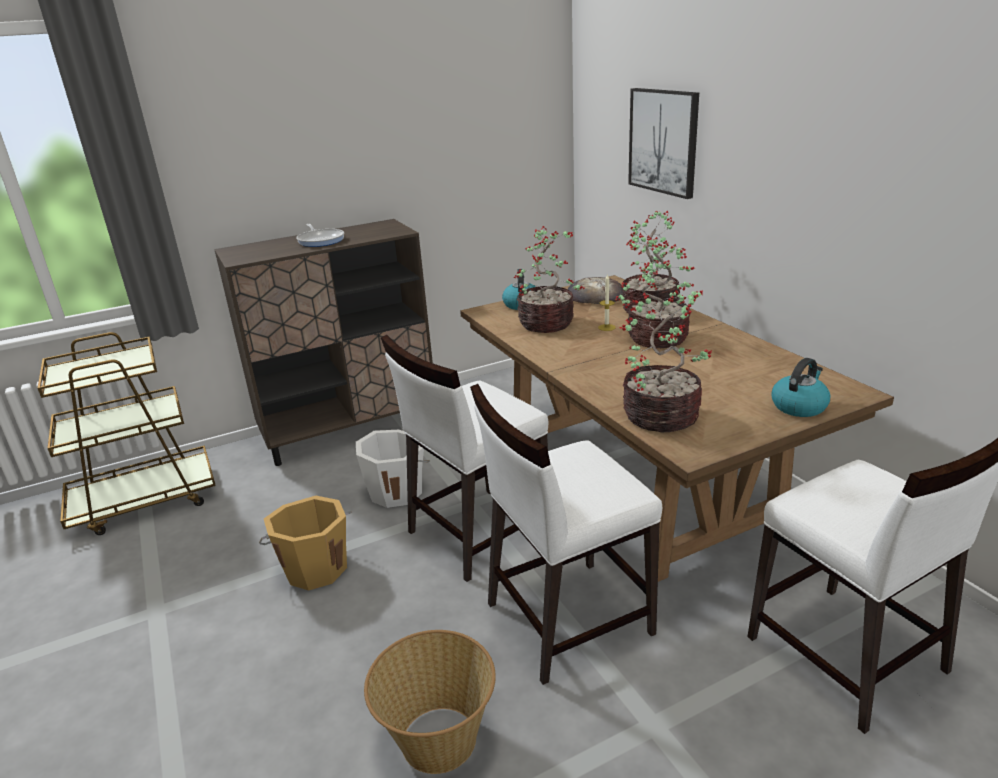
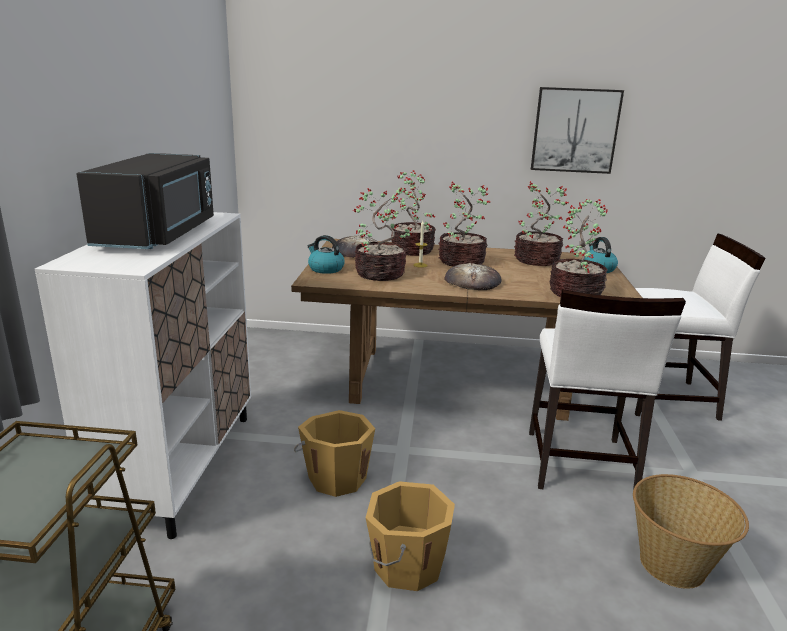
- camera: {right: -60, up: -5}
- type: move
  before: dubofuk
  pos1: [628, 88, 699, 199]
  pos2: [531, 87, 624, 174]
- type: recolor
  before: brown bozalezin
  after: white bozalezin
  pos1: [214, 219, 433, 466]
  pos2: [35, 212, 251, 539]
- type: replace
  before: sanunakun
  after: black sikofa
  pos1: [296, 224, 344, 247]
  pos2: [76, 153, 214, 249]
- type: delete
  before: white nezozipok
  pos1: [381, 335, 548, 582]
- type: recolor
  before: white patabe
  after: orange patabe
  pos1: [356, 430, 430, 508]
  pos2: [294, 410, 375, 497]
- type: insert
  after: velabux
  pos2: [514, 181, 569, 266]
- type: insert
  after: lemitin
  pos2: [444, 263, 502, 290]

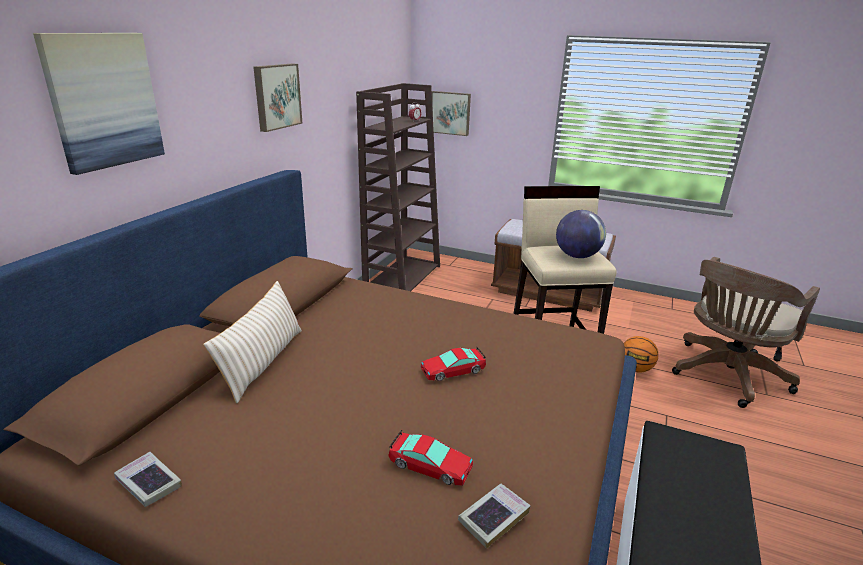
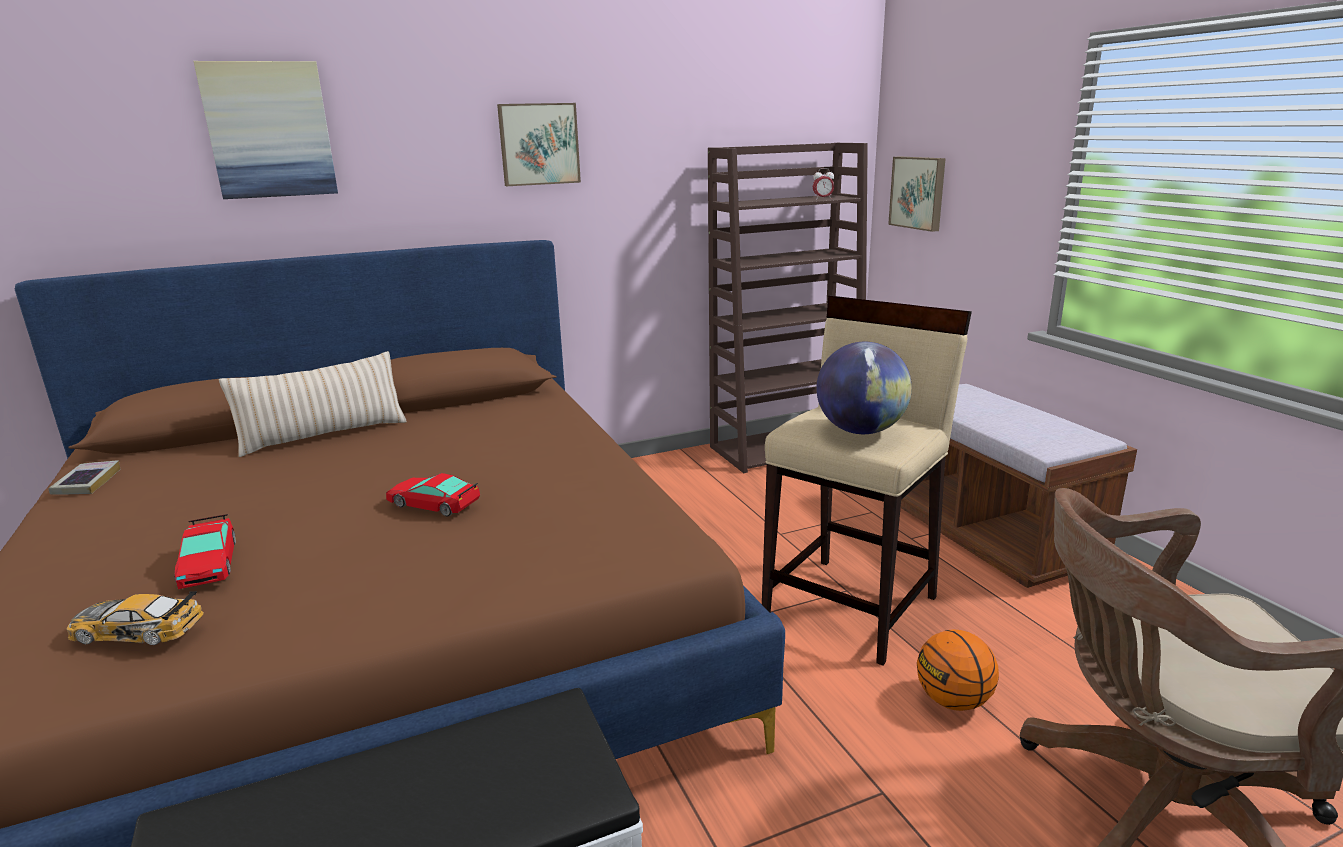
- camera: {right: 45, up: -5}
- type: replace
  before: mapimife
  after: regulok
  pos1: [458, 483, 531, 549]
  pos2: [67, 591, 204, 645]

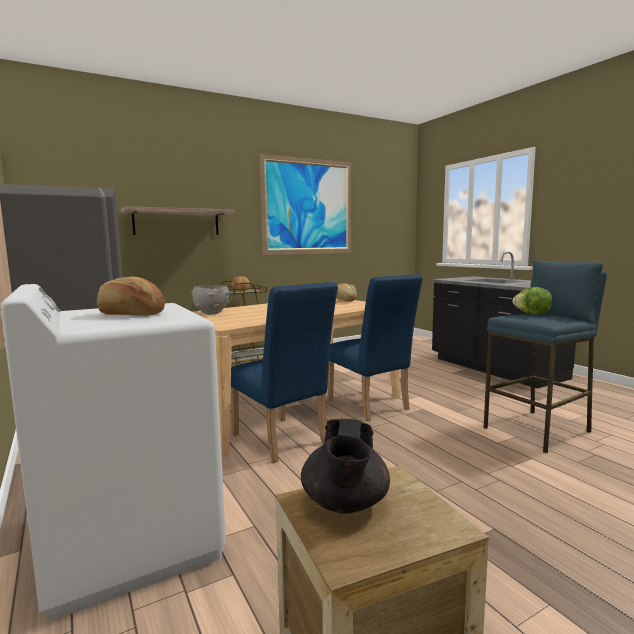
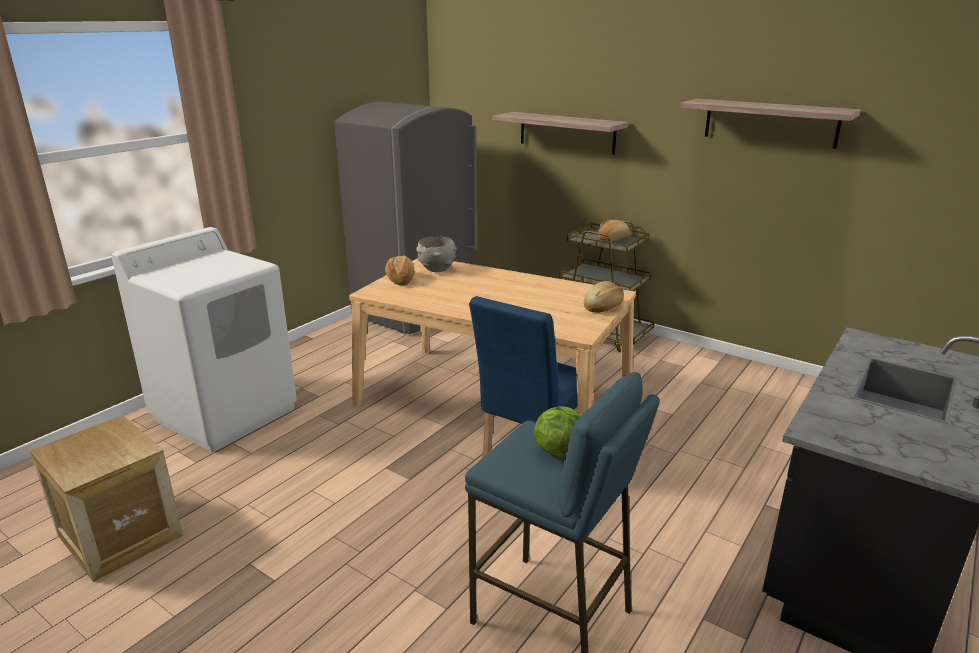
- camera: {right: 65, up: 15}
- type: replace
  before: dubofuk
  after: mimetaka
  pos1: [259, 154, 351, 255]
  pos2: [680, 99, 861, 149]
- type: move
  before: lemitin
  pos1: [97, 277, 165, 316]
  pos2: [385, 256, 415, 285]
- type: delete
  before: blue nezozipok
  pos1: [231, 282, 338, 463]
- type: delete
  before: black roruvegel
  pos1: [301, 419, 390, 514]

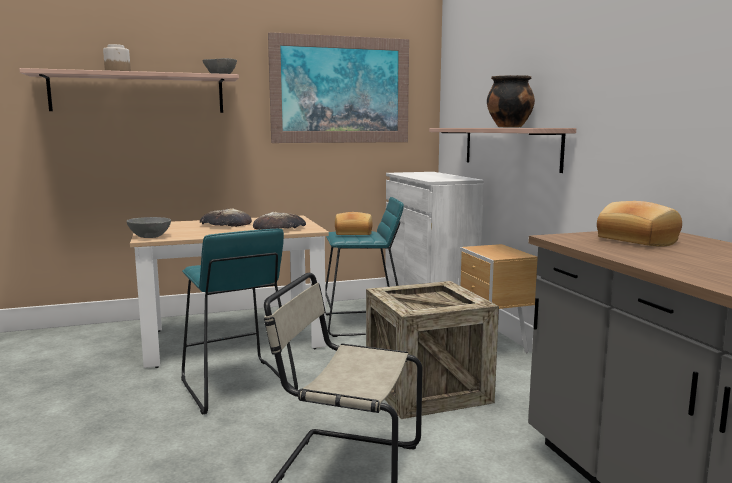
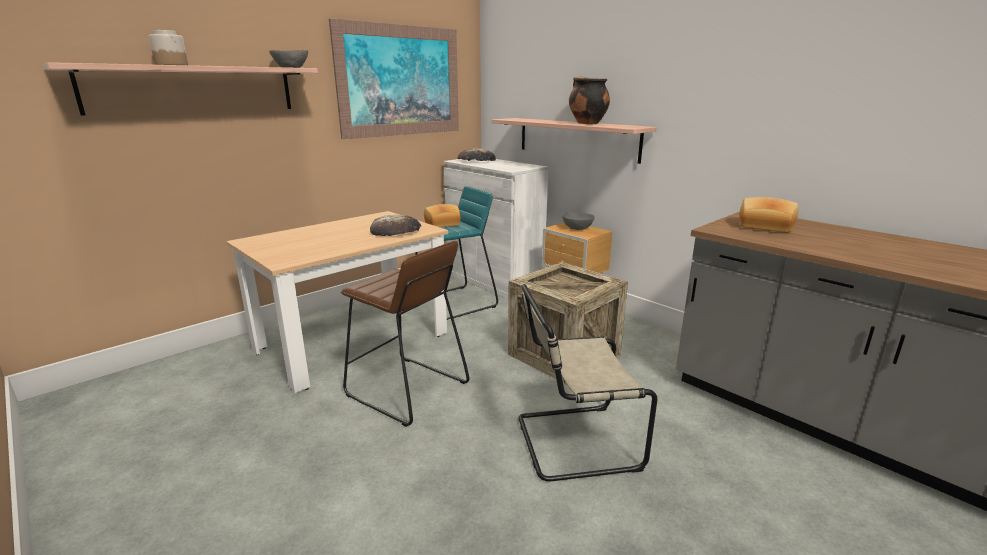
- camera: {right: -25, up: 10}
- type: move
  before: lemitin
  pos1: [200, 208, 252, 227]
  pos2: [457, 148, 496, 161]
- type: move
  before: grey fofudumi
  pos1: [127, 217, 171, 238]
  pos2: [562, 212, 595, 230]
- type: recolor
  before: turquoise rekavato
  after: brown rekavato
  pos1: [181, 228, 298, 415]
  pos2: [341, 241, 469, 427]

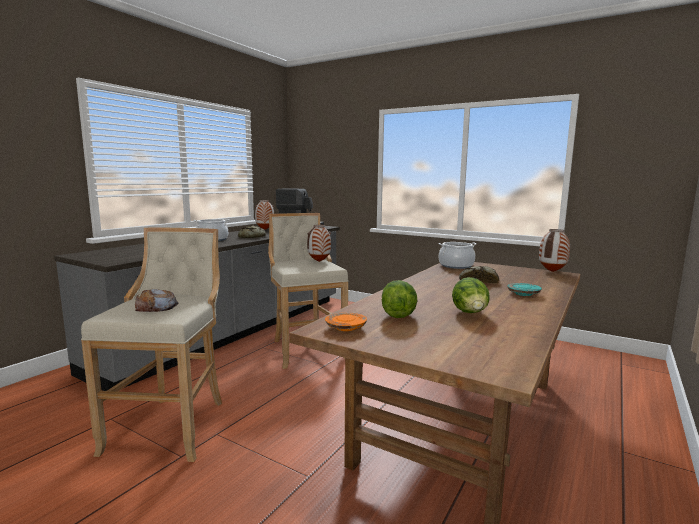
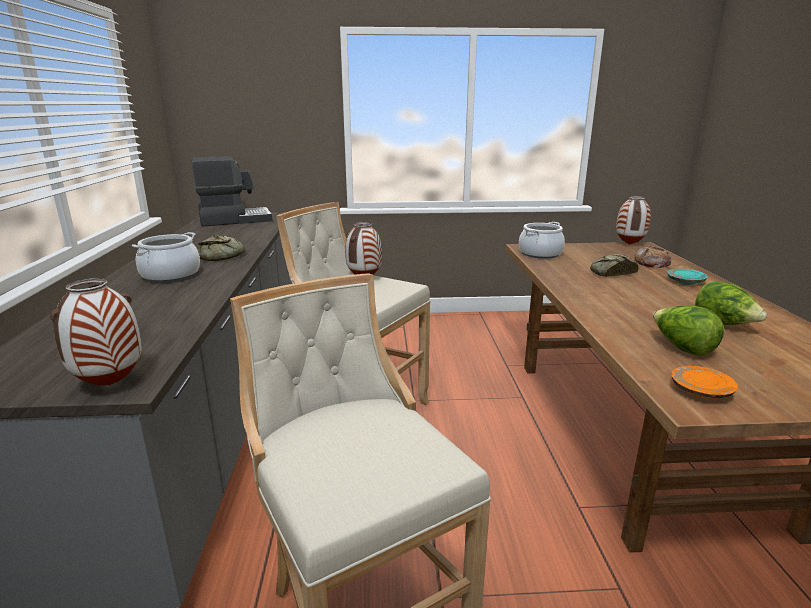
- camera: {right: -35, up: 10}
- type: move
  before: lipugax
  pos1: [255, 200, 274, 230]
  pos2: [50, 278, 141, 385]
- type: move
  before: lemitin
  pos1: [135, 289, 179, 312]
  pos2: [634, 246, 671, 268]

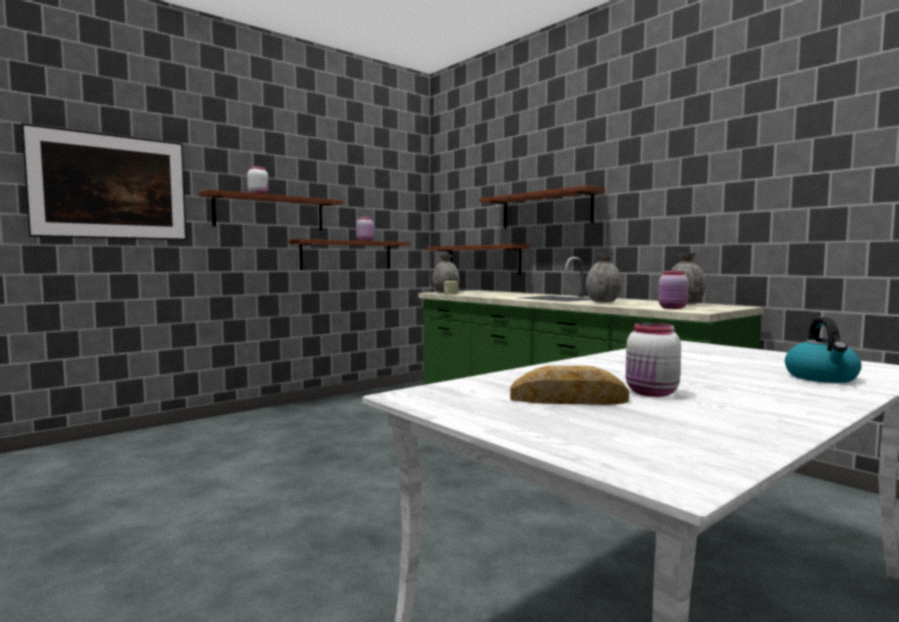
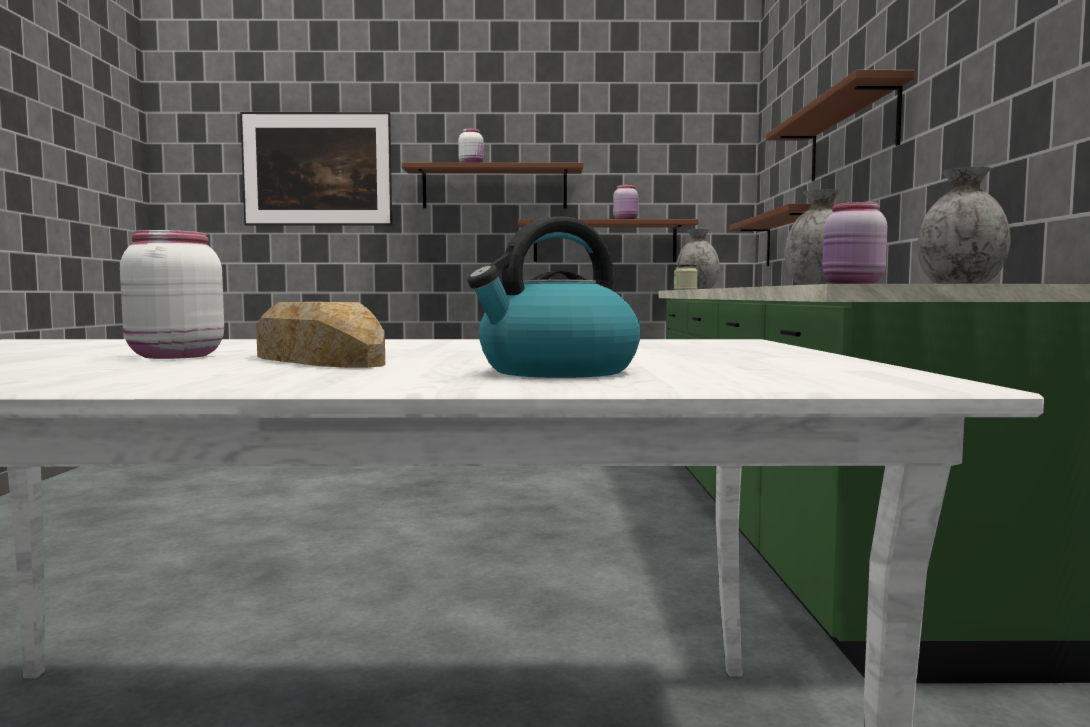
- camera: {right: 40, up: 0}
- type: move
  before: lemitin
  pos1: [510, 365, 629, 405]
  pos2: [256, 302, 385, 368]

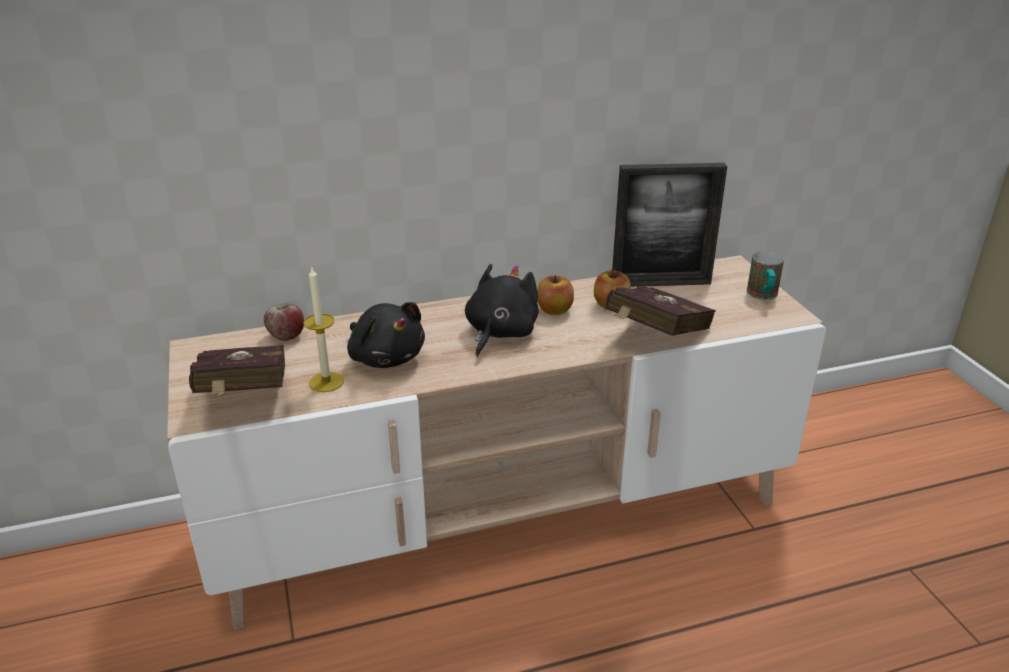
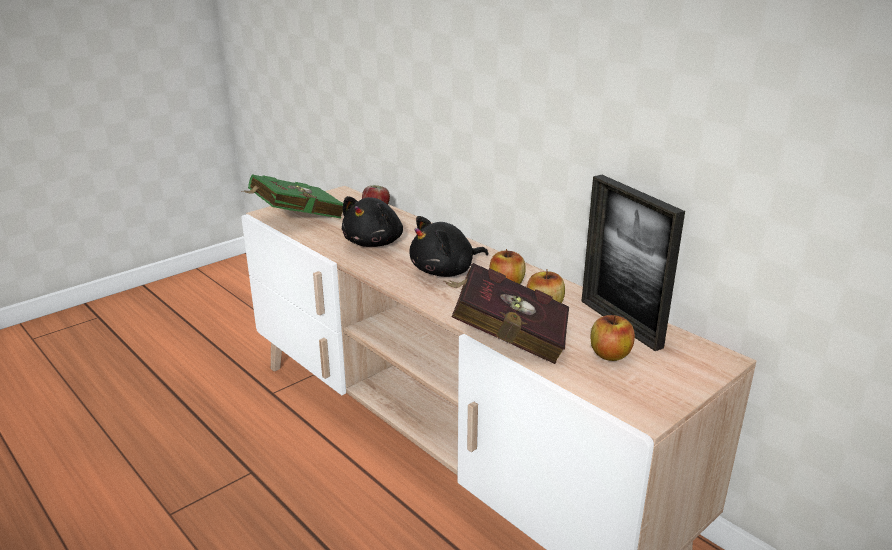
- camera: {right: 65, up: -5}
- type: delete
  before: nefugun
  pos1: [747, 251, 784, 300]
- type: rotate
  before: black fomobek
  pos1: [465, 264, 539, 357]
  pos2: [409, 216, 488, 277]
  turn: 150
- type: delete
  before: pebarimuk
  pos1: [303, 268, 344, 392]
- type: recolor
  before: red mapimife
  after: green mapimife
  pos1: [189, 345, 285, 396]
  pos2: [242, 175, 343, 218]
- type: insert
  after: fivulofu
  pos2: [591, 315, 635, 361]

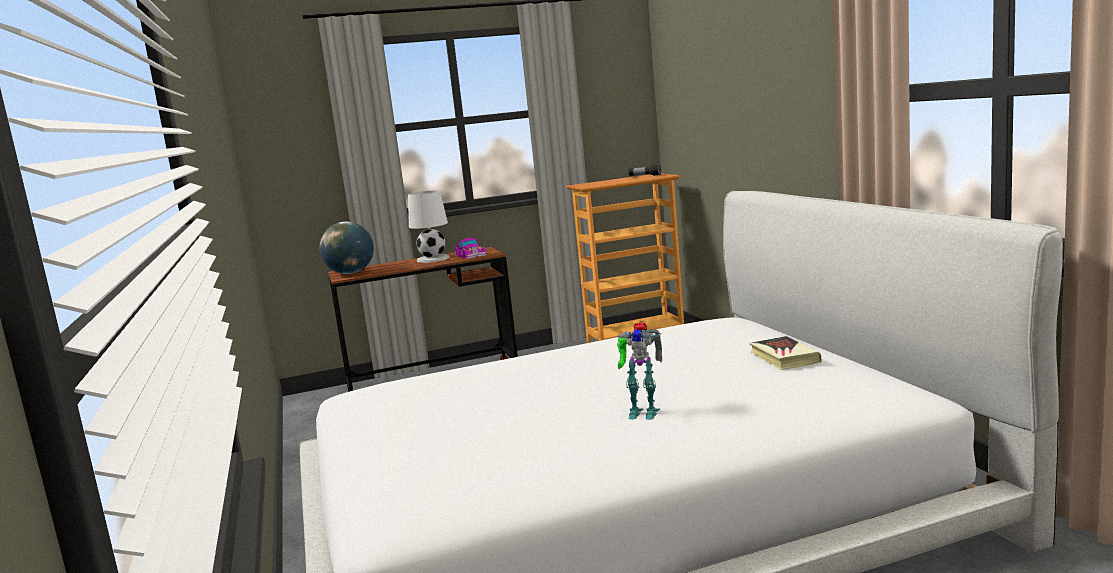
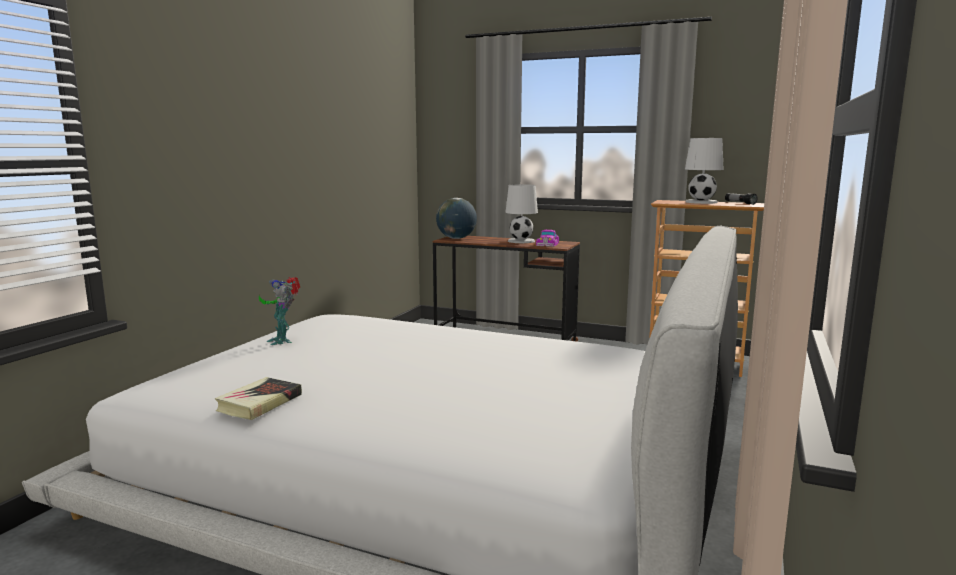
- camera: {right: 40, up: 0}
- type: move
  before: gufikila
  pos1: [617, 322, 662, 420]
  pos2: [259, 277, 300, 345]
- type: move
  before: mapimife
  pos1: [749, 336, 821, 370]
  pos2: [214, 377, 302, 420]
- type: insert
  after: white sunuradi
  pos2: [685, 138, 723, 204]

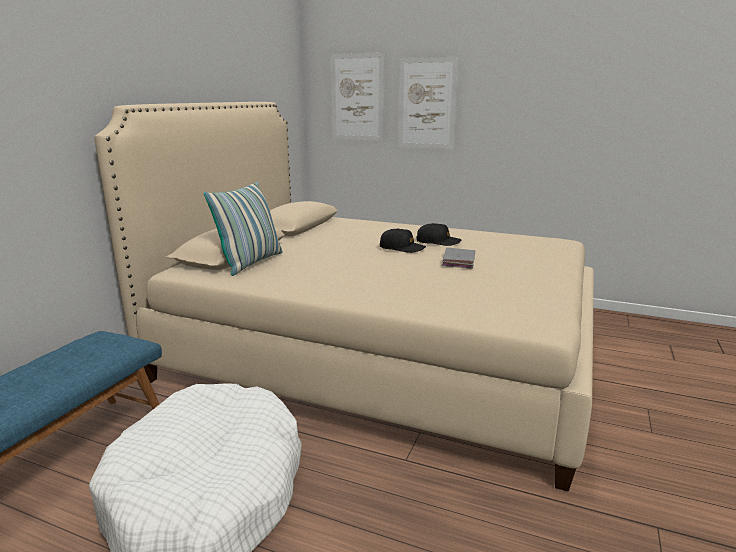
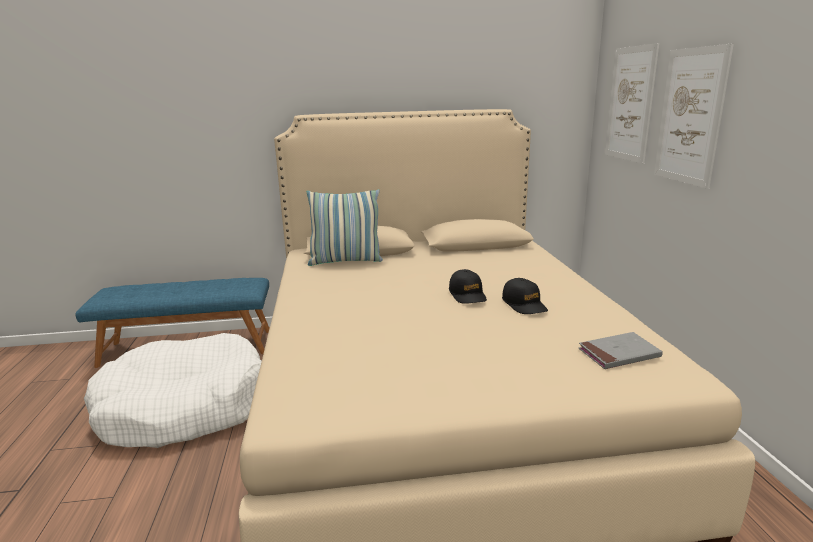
- camera: {right: 60, up: 0}
- type: move
  before: grey mapimife
  pos1: [442, 247, 475, 269]
  pos2: [579, 332, 663, 369]

